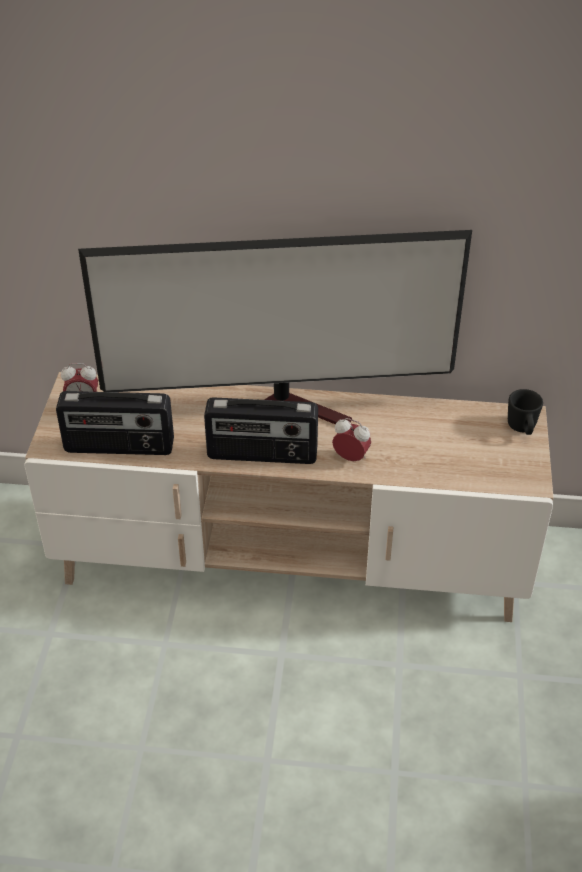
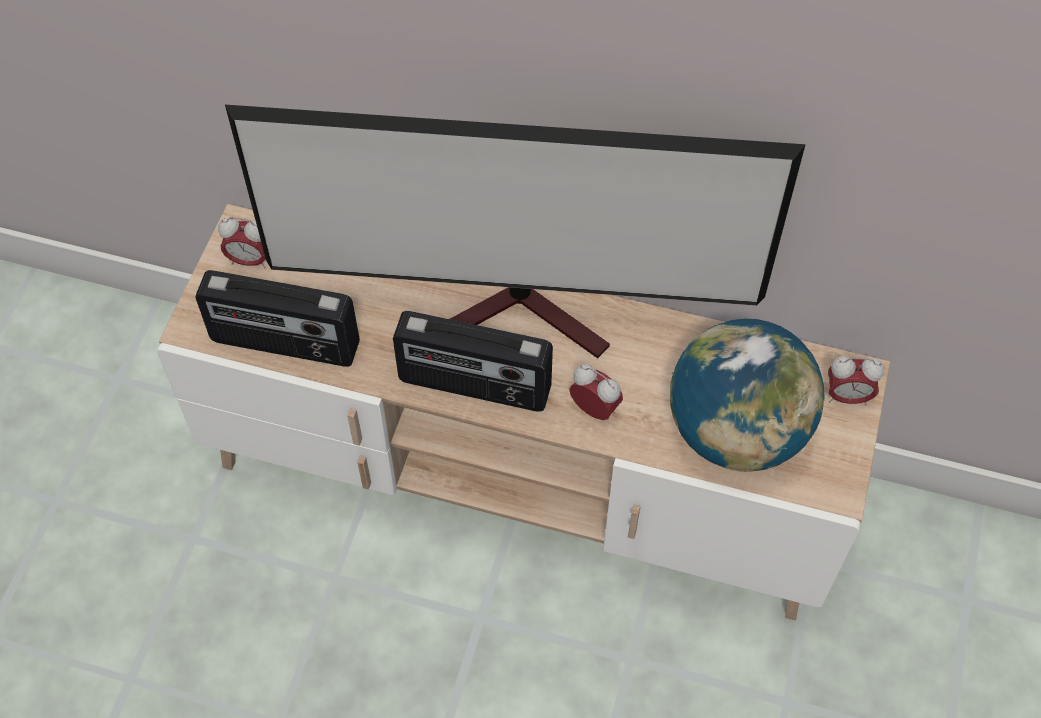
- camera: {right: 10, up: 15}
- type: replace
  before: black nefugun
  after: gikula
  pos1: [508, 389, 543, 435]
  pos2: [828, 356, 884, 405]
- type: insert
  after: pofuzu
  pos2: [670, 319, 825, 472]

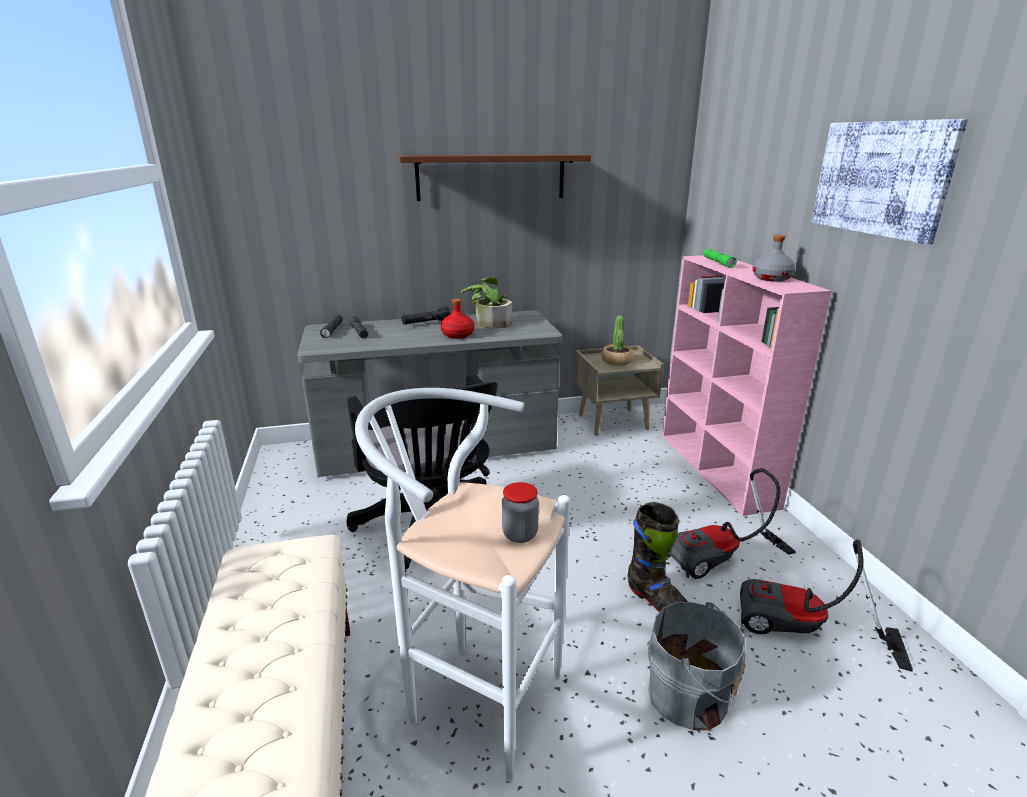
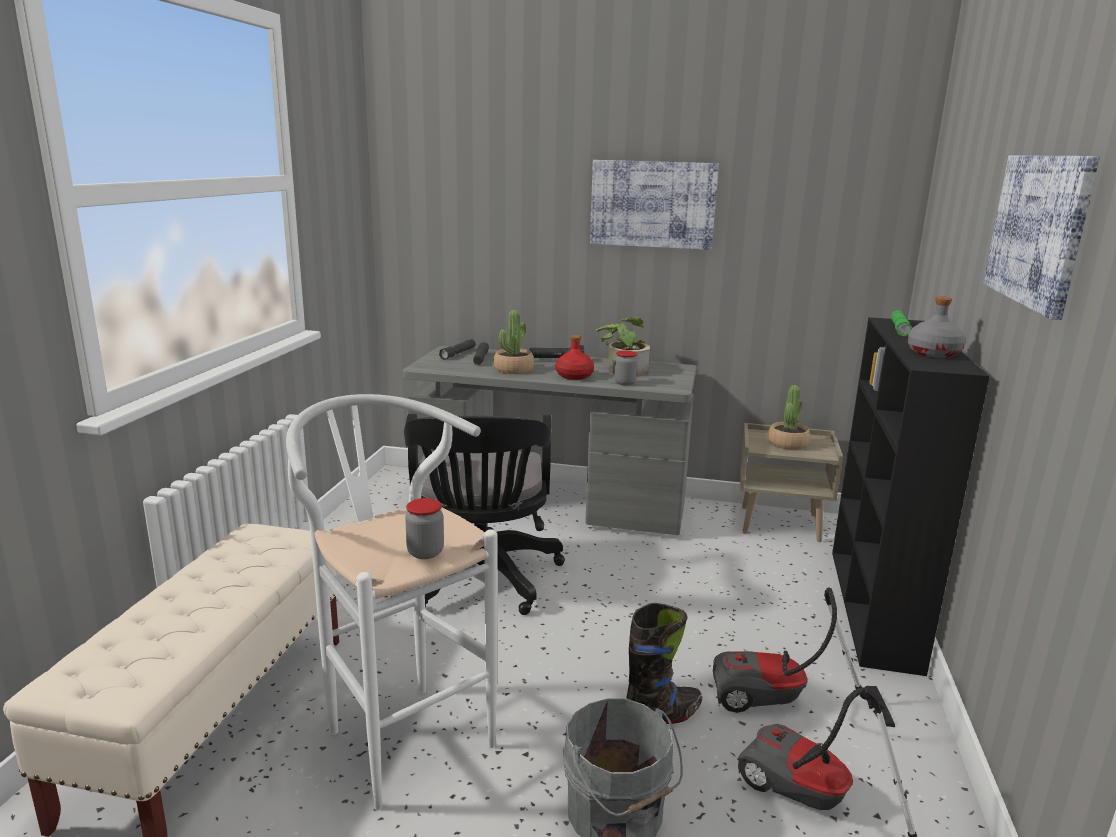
- camera: {right: 25, up: -5}
- type: replace
  before: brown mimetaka
  after: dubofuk
  pos1: [398, 154, 591, 201]
  pos2: [590, 160, 719, 250]
- type: recolor
  before: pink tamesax
  after: black tamesax
  pos1: [662, 255, 832, 516]
  pos2: [832, 317, 990, 676]
- type: rotate
  before: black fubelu
  pos1: [627, 502, 688, 612]
  pos2: [626, 603, 702, 724]
  turn: -105
- type: insert
  after: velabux
  pos2: [493, 310, 534, 374]
- type: insert
  after: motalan
  pos2: [614, 350, 637, 385]

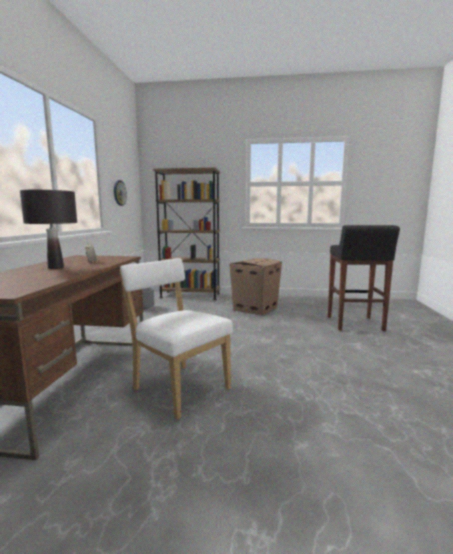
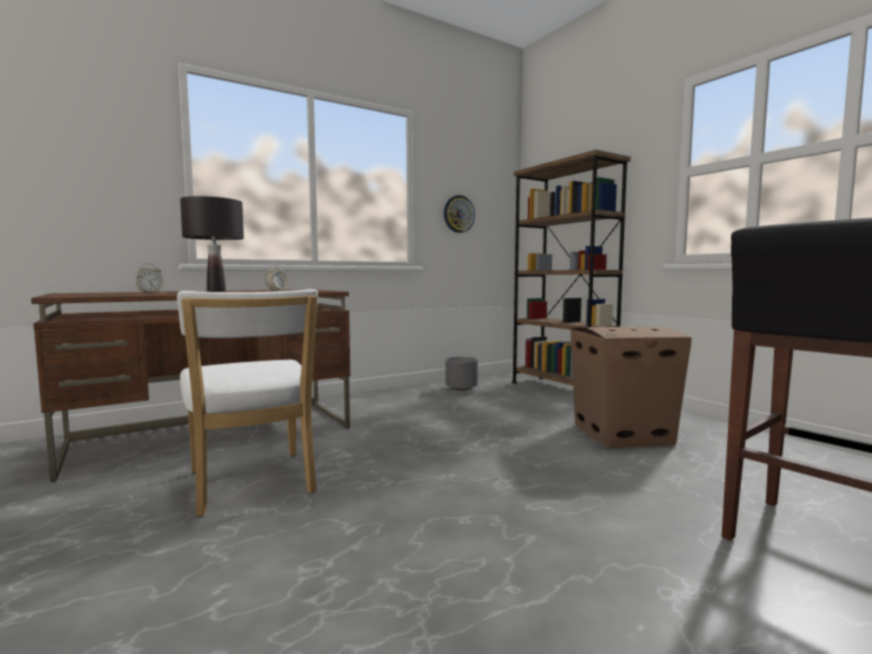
- camera: {right: 50, up: -5}
- type: rotate
  before: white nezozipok
  pos1: [119, 258, 233, 419]
  pos2: [177, 289, 318, 516]
  turn: 150
- type: insert
  after: gikula
  pos2: [136, 263, 163, 293]

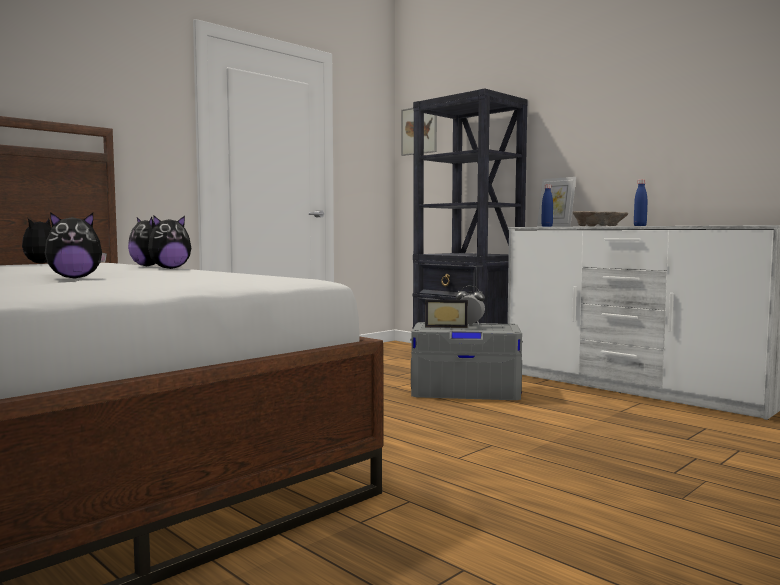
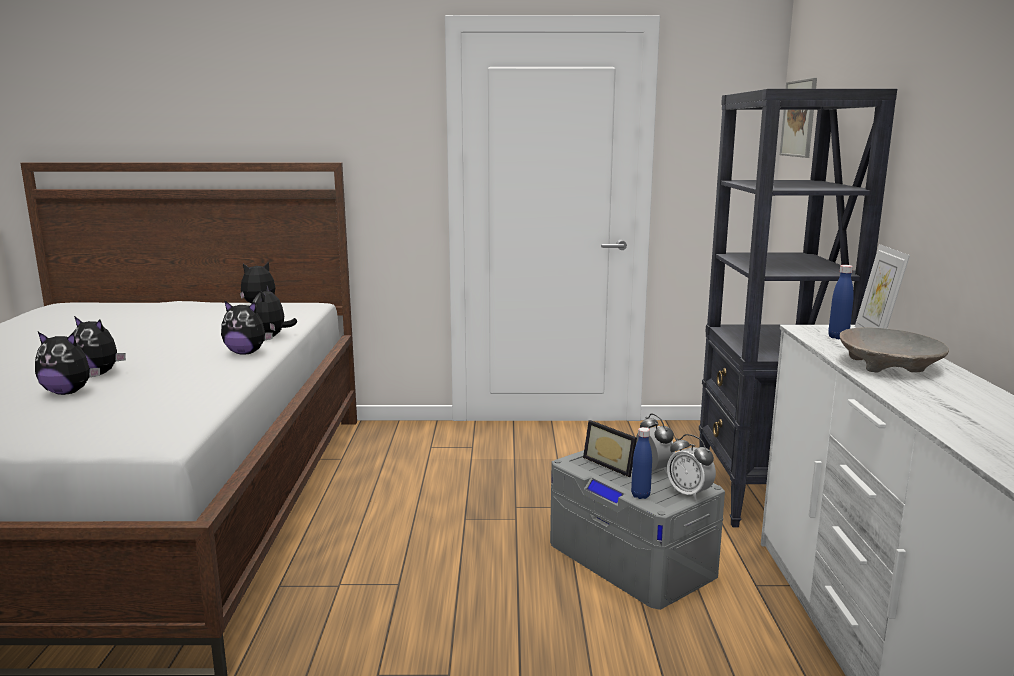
- camera: {right: 45, up: 10}
- type: move
  before: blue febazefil
  pos1: [634, 179, 647, 226]
  pos2: [631, 427, 652, 499]
- type: insert
  after: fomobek
  pos2: [35, 332, 100, 395]
- type: insert
  after: gikula
  pos2: [667, 434, 716, 500]

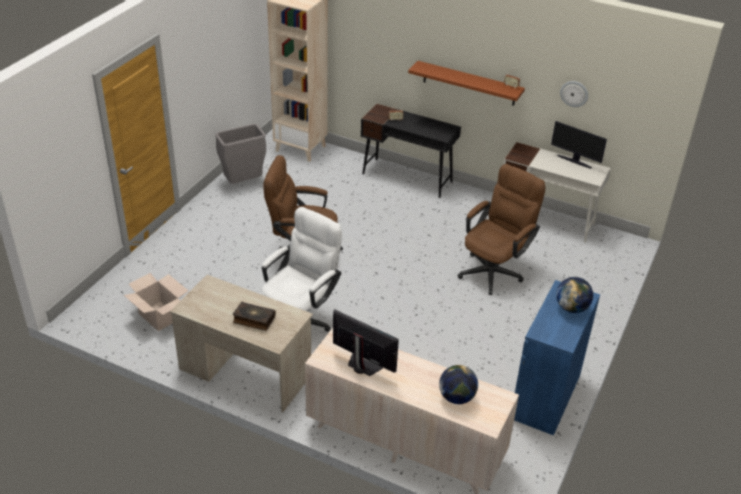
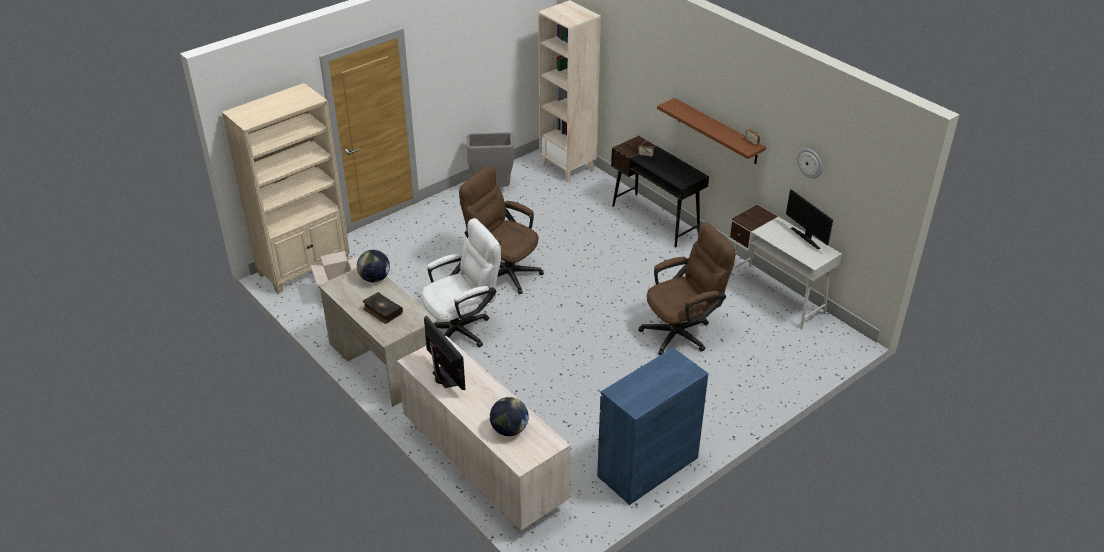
- camera: {right: 25, up: 0}
- type: move
  before: pofuzu
  pos1: [556, 277, 593, 313]
  pos2: [357, 250, 390, 283]
- type: insert
  after: beige tamesax
  pos2: [222, 83, 350, 294]

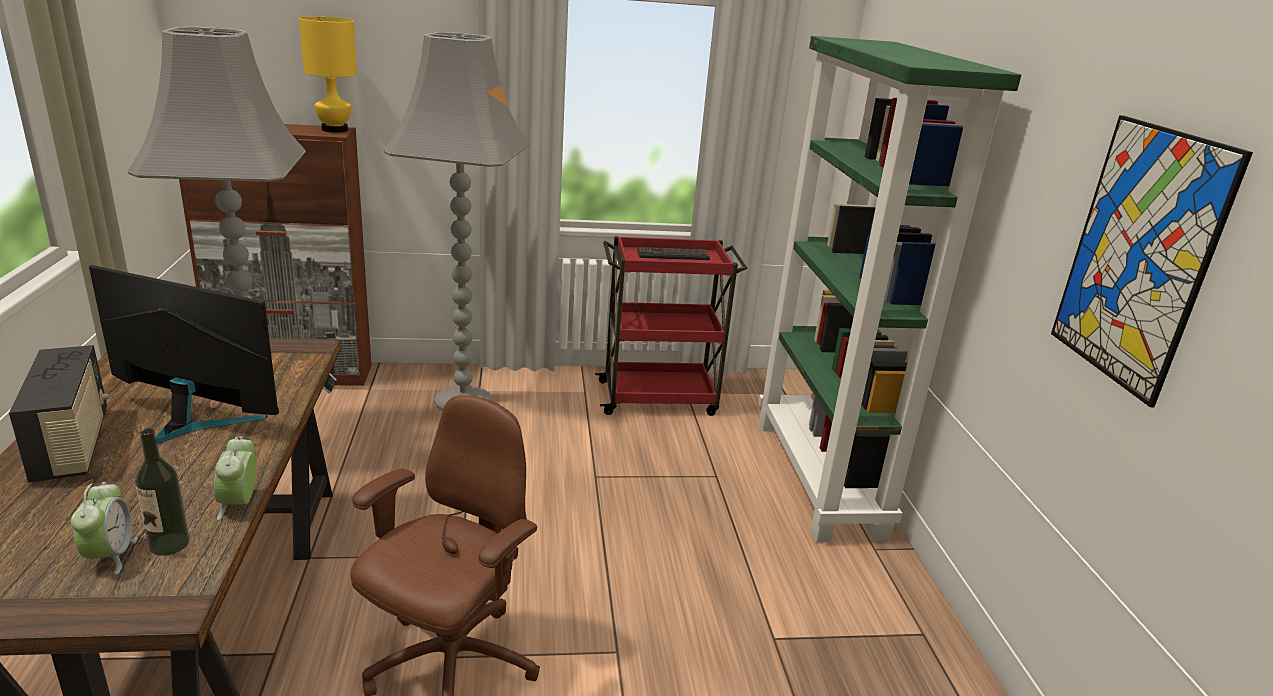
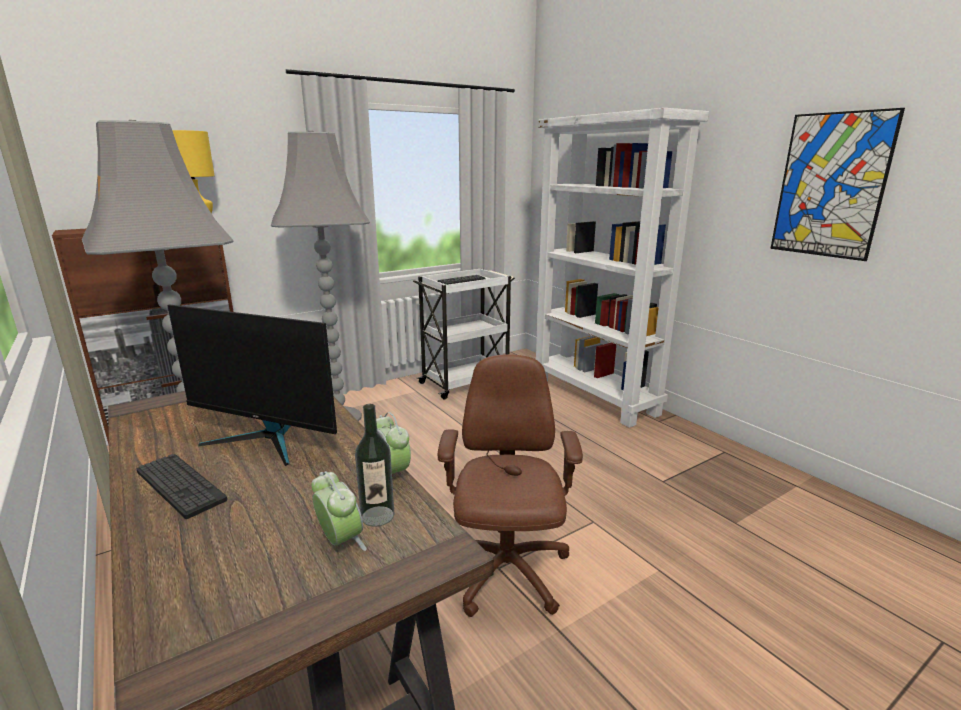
- camera: {right: -25, up: -5}
- type: recolor
  before: green tamesax
  after: white tamesax
  pos1: [758, 36, 1021, 542]
  pos2: [536, 108, 709, 428]
- type: recolor
  before: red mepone
  after: white mepone
  pos1: [595, 236, 747, 416]
  pos2: [413, 268, 515, 400]
- type: rotate
  before: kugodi
  pos1: [89, 265, 279, 444]
  pos2: [167, 304, 337, 466]
  turn: -150
- type: replace
  before: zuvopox
  after: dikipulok
  pos1: [9, 345, 109, 483]
  pos2: [137, 454, 227, 519]

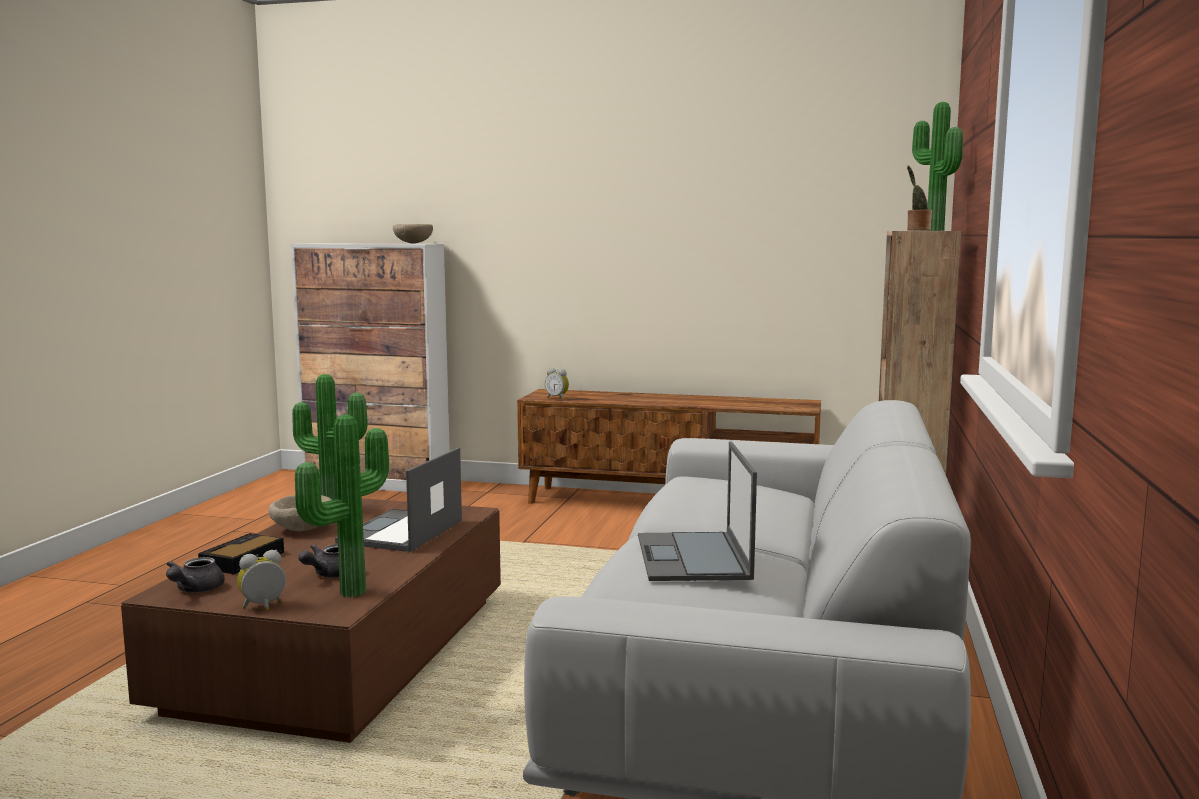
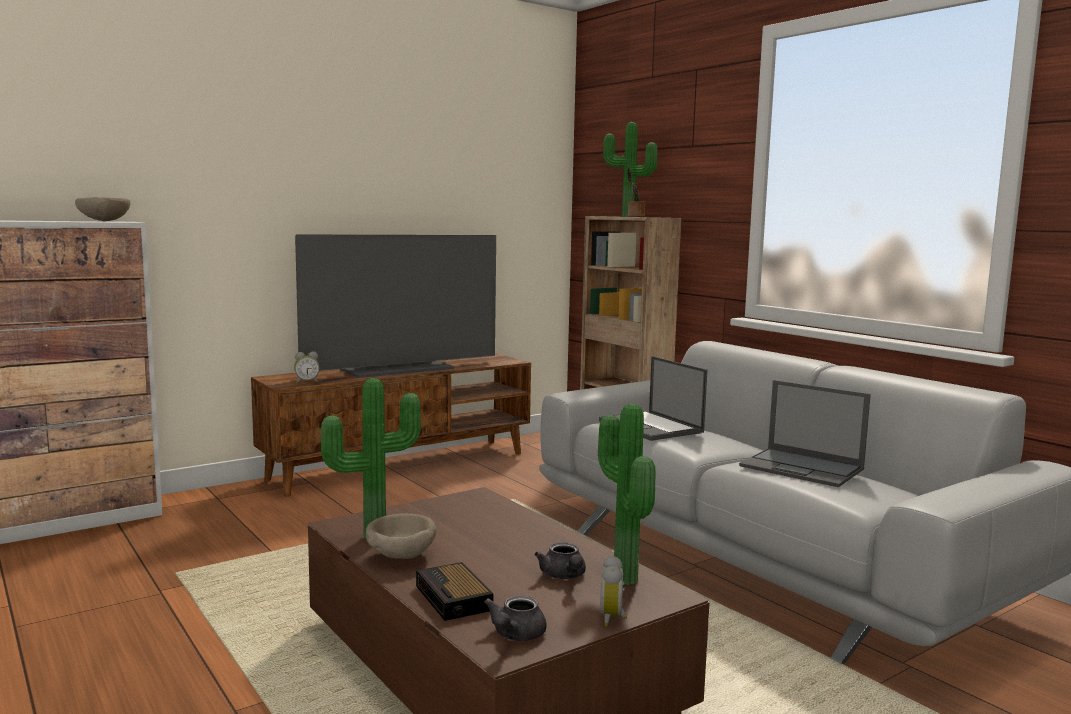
- camera: {right: -50, up: 0}
- type: move
  before: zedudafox
  pos1: [335, 447, 462, 552]
  pos2: [599, 356, 707, 441]
- type: rotate
  before: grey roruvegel
  pos1: [166, 557, 225, 593]
  pos2: [484, 596, 547, 641]
  turn: 60
- type: insert
  after: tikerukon
  pos2: [295, 234, 496, 378]

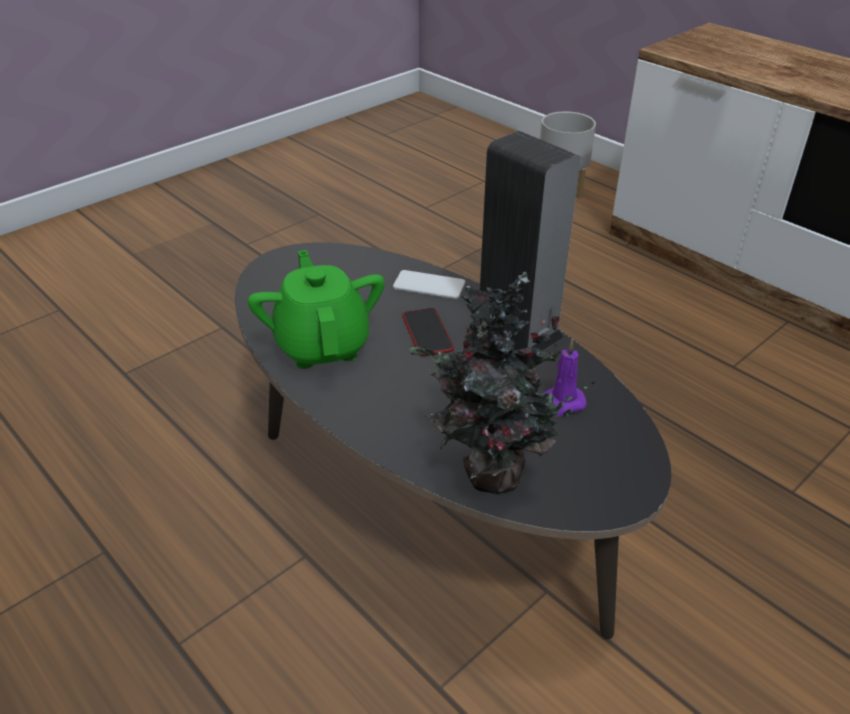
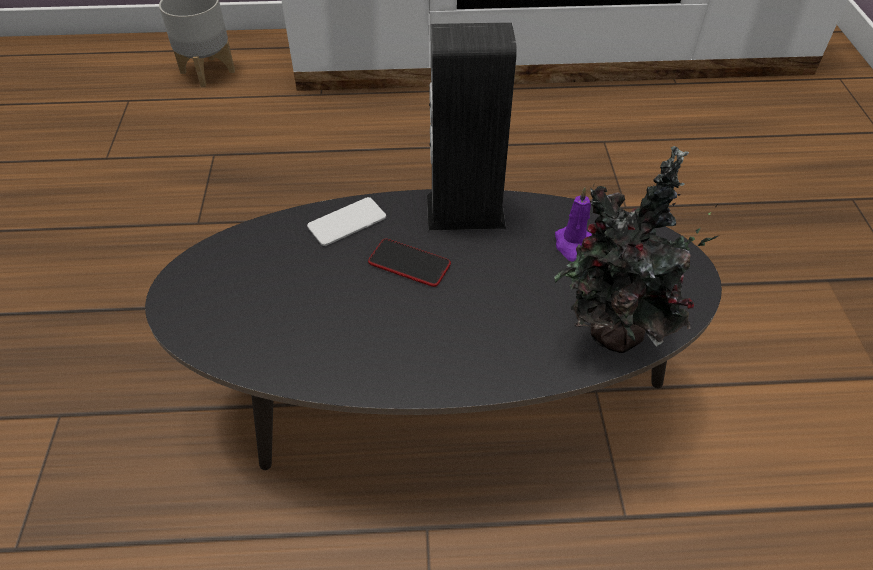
- camera: {right: -50, up: 10}
- type: delete
  before: green roruvegel
  pos1: [248, 250, 385, 369]

